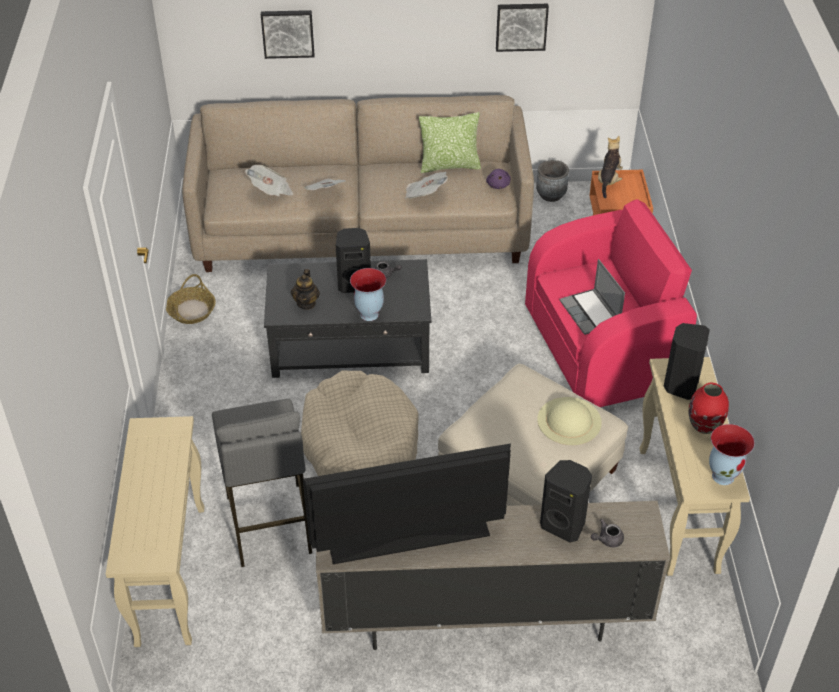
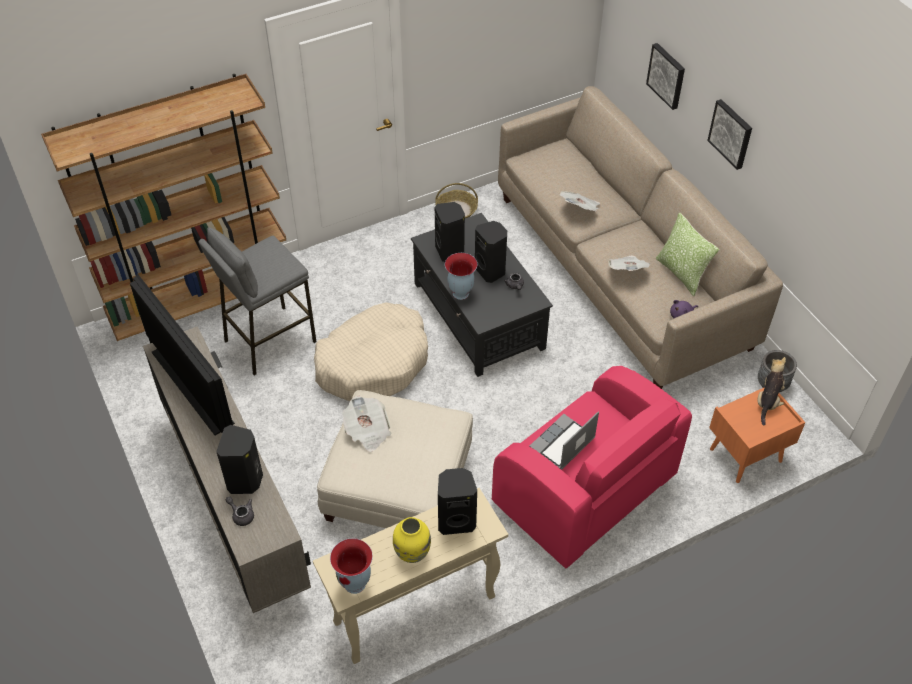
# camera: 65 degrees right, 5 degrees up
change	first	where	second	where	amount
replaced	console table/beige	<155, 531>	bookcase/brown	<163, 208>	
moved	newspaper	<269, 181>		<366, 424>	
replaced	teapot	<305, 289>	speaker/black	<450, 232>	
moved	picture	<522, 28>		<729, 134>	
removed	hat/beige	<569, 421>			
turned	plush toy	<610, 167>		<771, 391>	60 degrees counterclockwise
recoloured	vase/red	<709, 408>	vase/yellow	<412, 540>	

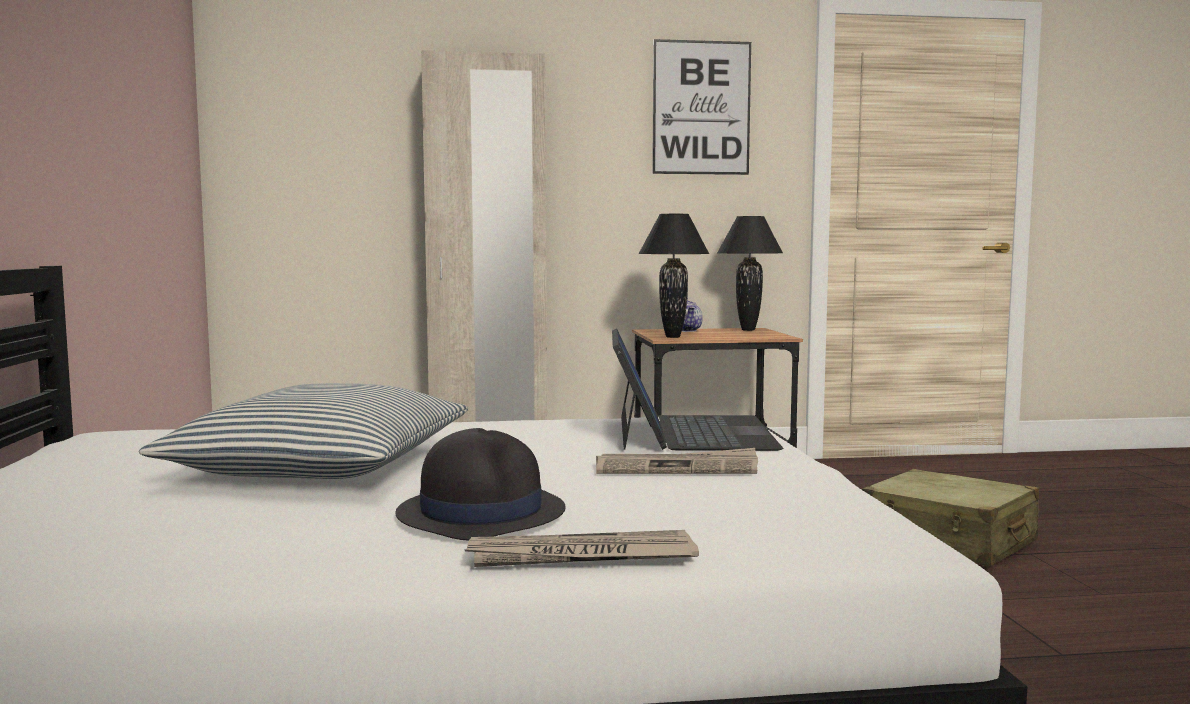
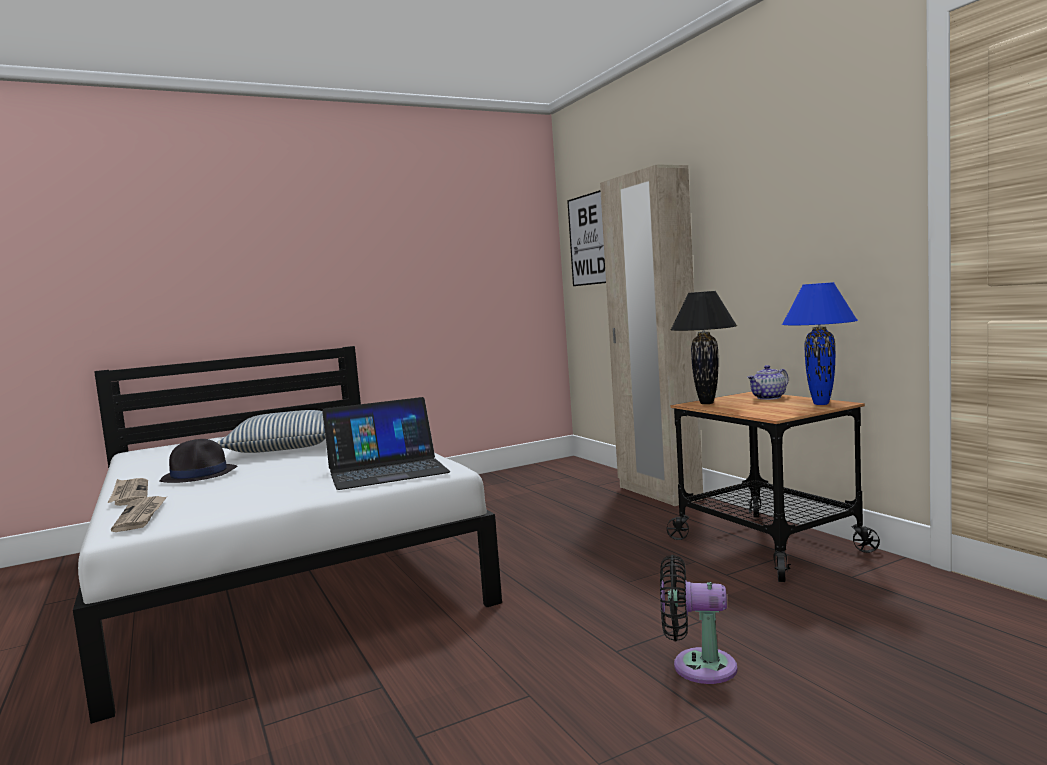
# camera: 70 degrees right, 0 degrees up
change	first	where	second	where	amount
moved	newspaper	<677, 461>		<139, 514>	
moved	picture	<701, 107>		<586, 238>	
recoloured	table lamp/black	<750, 273>	table lamp/blue	<820, 343>	
replaced	suitcase/beige	<950, 517>	fan/black	<698, 619>	

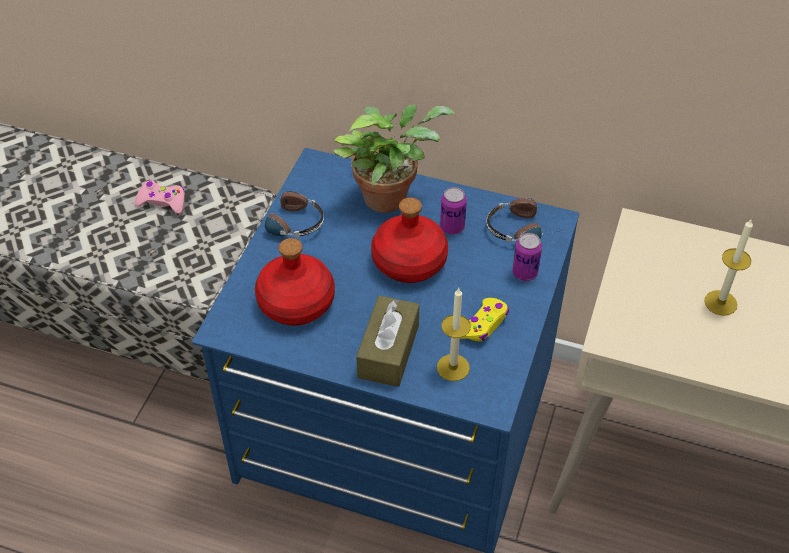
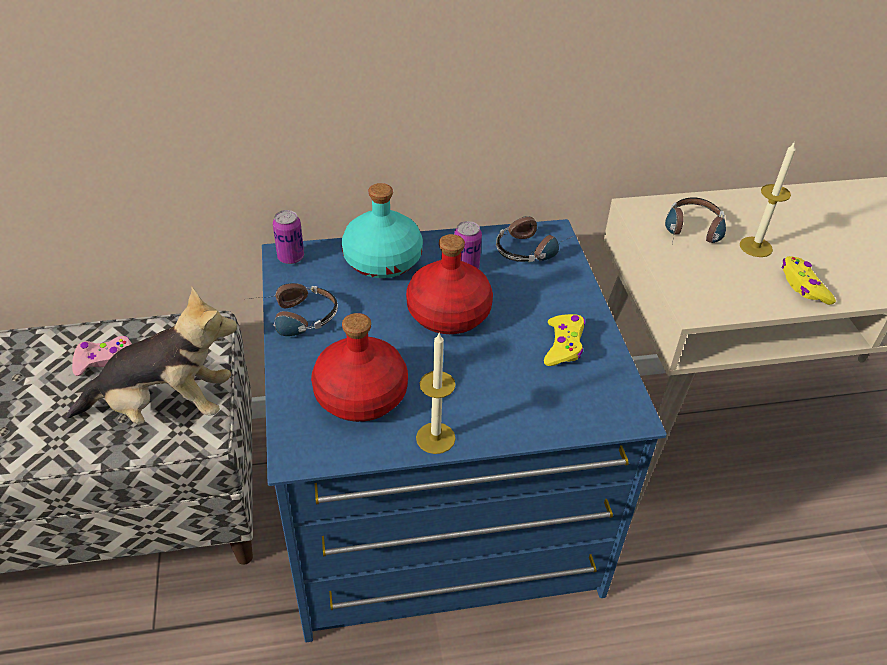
# camera: 30 degrees left, 5 degrees down
change	first	where	second	where	amount
replaced	potted plant	<394, 158>	bottle/turquoise	<382, 230>	
removed	tissue box/brown	<388, 341>			
moved	candle	<454, 334>		<436, 393>	
moved	can	<527, 257>		<288, 237>	
added			plush toy	<152, 356>	
added			headphones	<695, 220>	
added			game controller/yellow	<809, 280>	

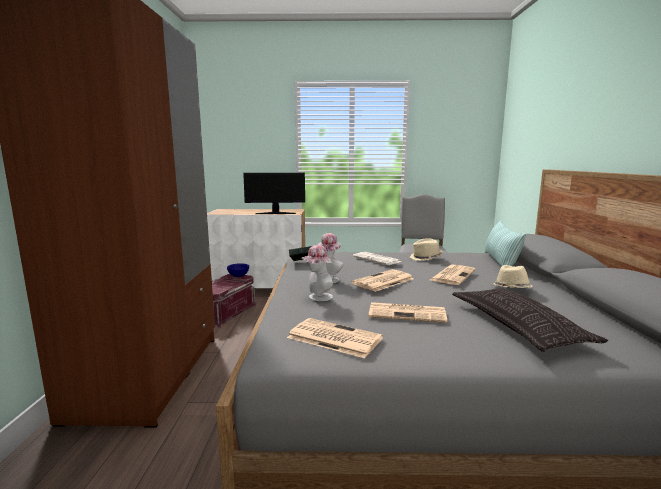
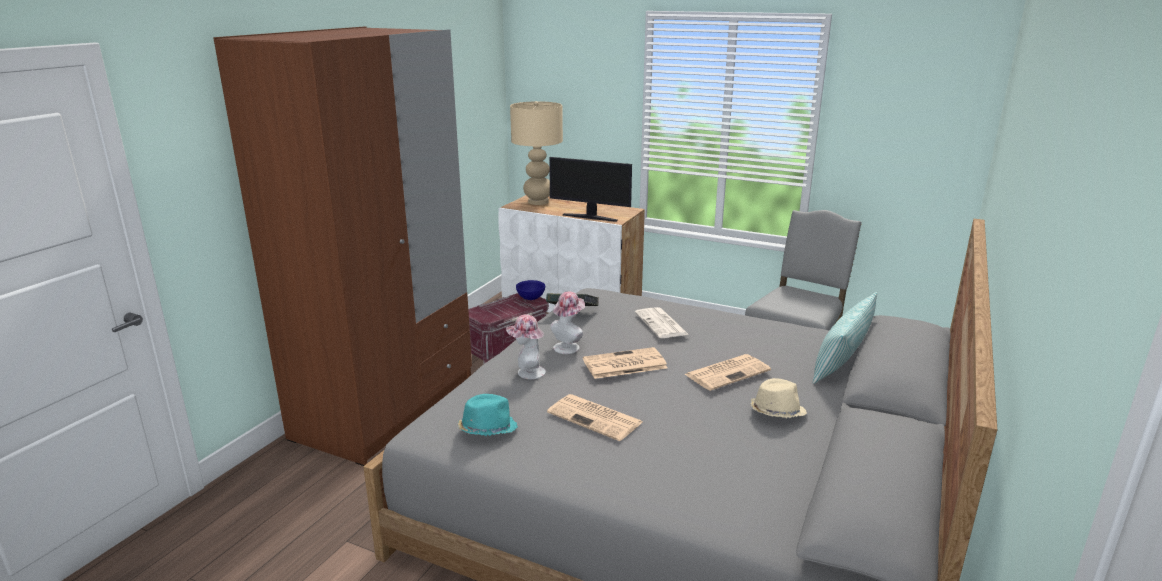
# camera: 25 degrees right, 10 degrees up
change	first	where	second	where	amount
replaced	newspaper	<335, 338>	hat/turquoise	<488, 415>	
removed	hat/beige	<426, 249>			
removed	pillow	<530, 320>			
added			table lamp/beige	<536, 153>	

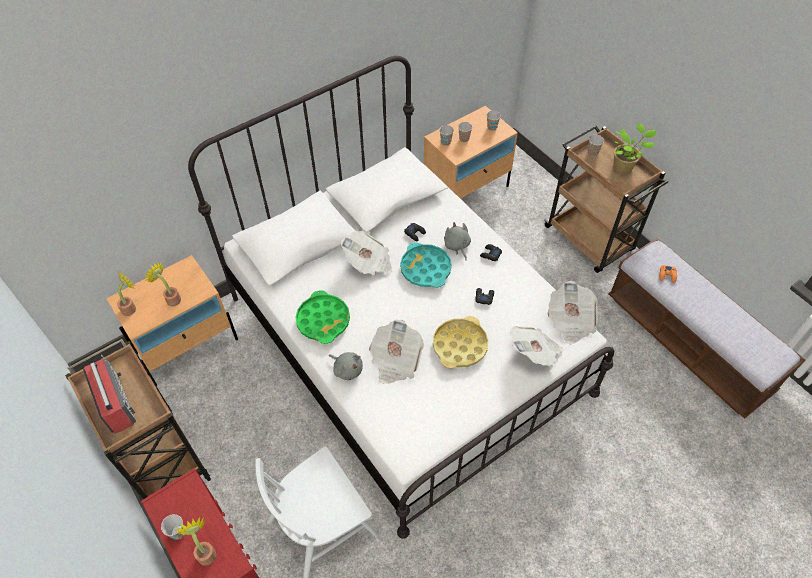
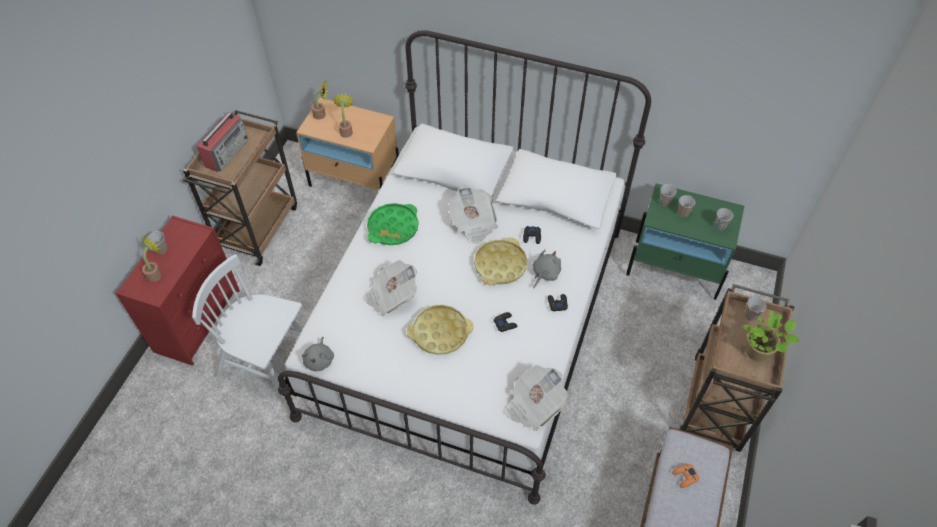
# camera: 55 degrees right, 0 degrees up
change	first	where	second	where	amount
moved	plush toy/grey	<346, 366>		<318, 354>	
recoloured	tray/turquoise	<426, 265>	tray/yellow	<500, 261>	
recoloured	nightstand/beige	<471, 152>	nightstand/green	<685, 241>	
removed	newspaper	<536, 346>			

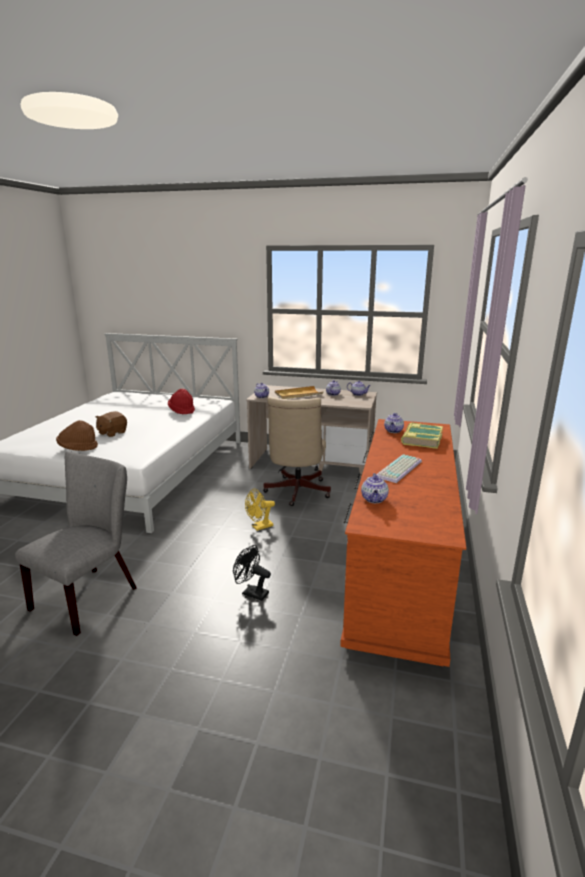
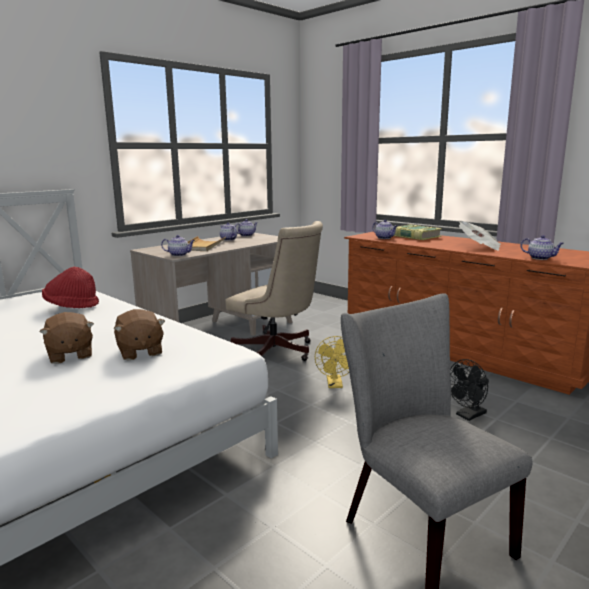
# camera: 60 degrees left, 5 degrees down
change	first	where	second	where	amount
removed	hat/brown	<77, 435>			
replaced	keyboard	<399, 468>	newspaper	<480, 235>	
added			plush toy/brown	<139, 335>	

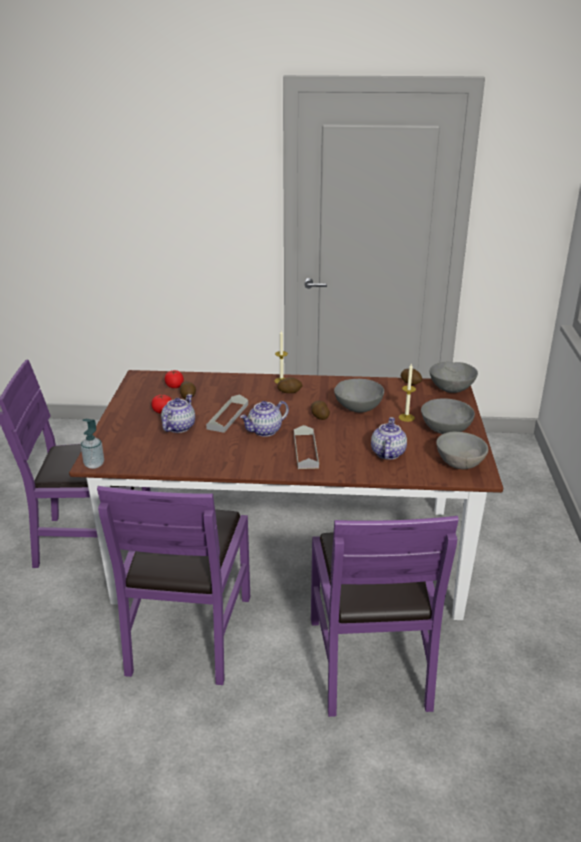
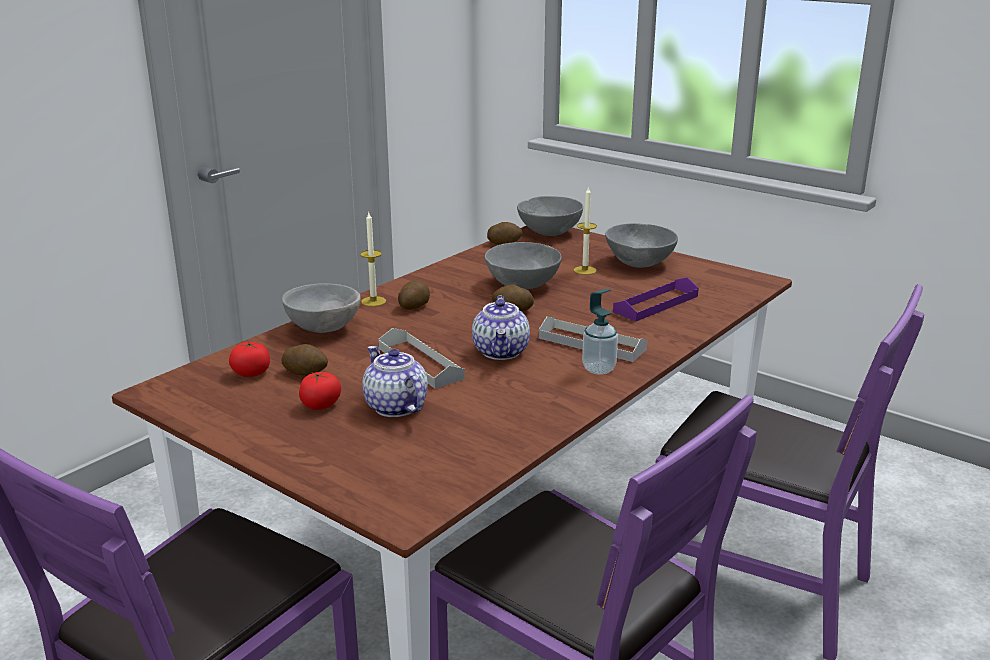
# camera: 55 degrees left, 5 degrees down
change	first	where	second	where	amount
moved	soap dispenser	<92, 444>		<600, 331>	
replaced	teapot	<389, 438>	tray/purple	<656, 299>	
moved	bowl/grey	<462, 450>		<321, 308>	

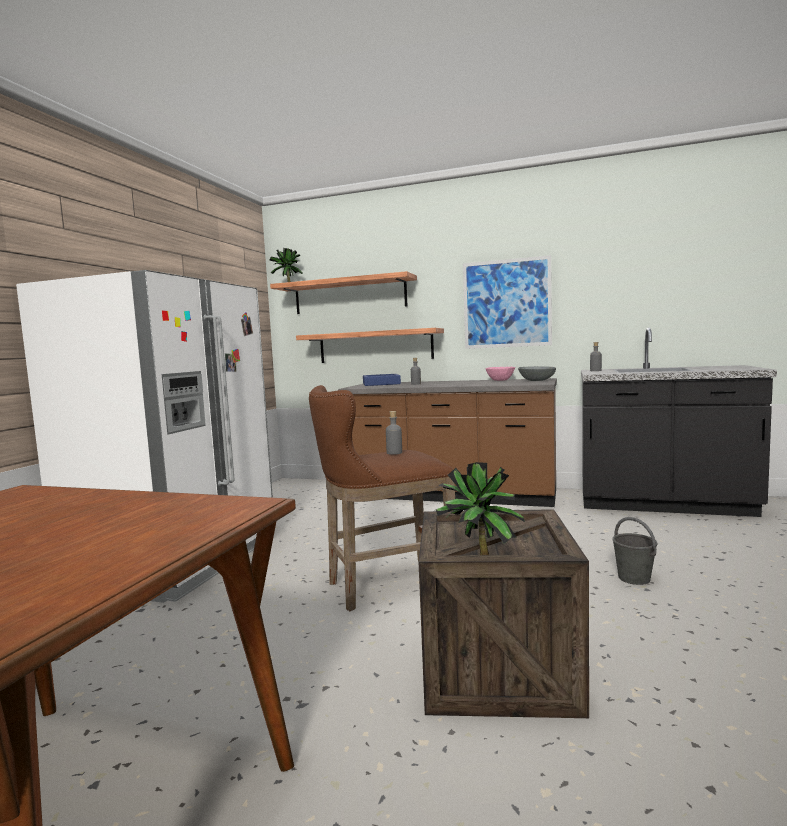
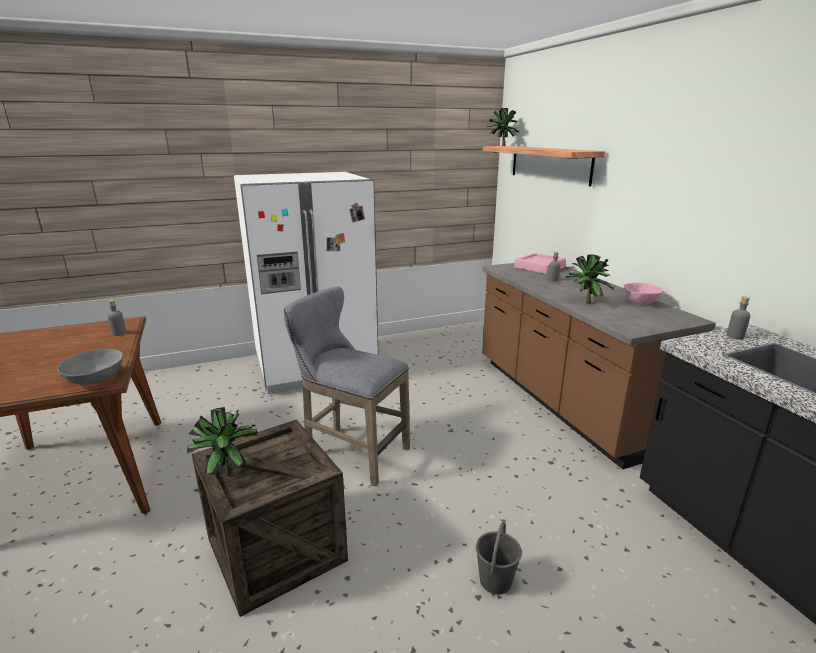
# camera: 50 degrees right, 15 degrees up
change	first	where	second	where	amount
removed	shelf	<370, 345>			
recoloured	stool/brown	<382, 498>	stool/grey	<347, 386>	
recoloured	tray/blue	<382, 380>	tray/pink	<540, 263>	
moved	bottle/grey	<394, 433>		<116, 318>	
removed	picture	<507, 302>			
moved	bowl/grey	<537, 373>		<90, 367>	
added			potted plant	<590, 279>	

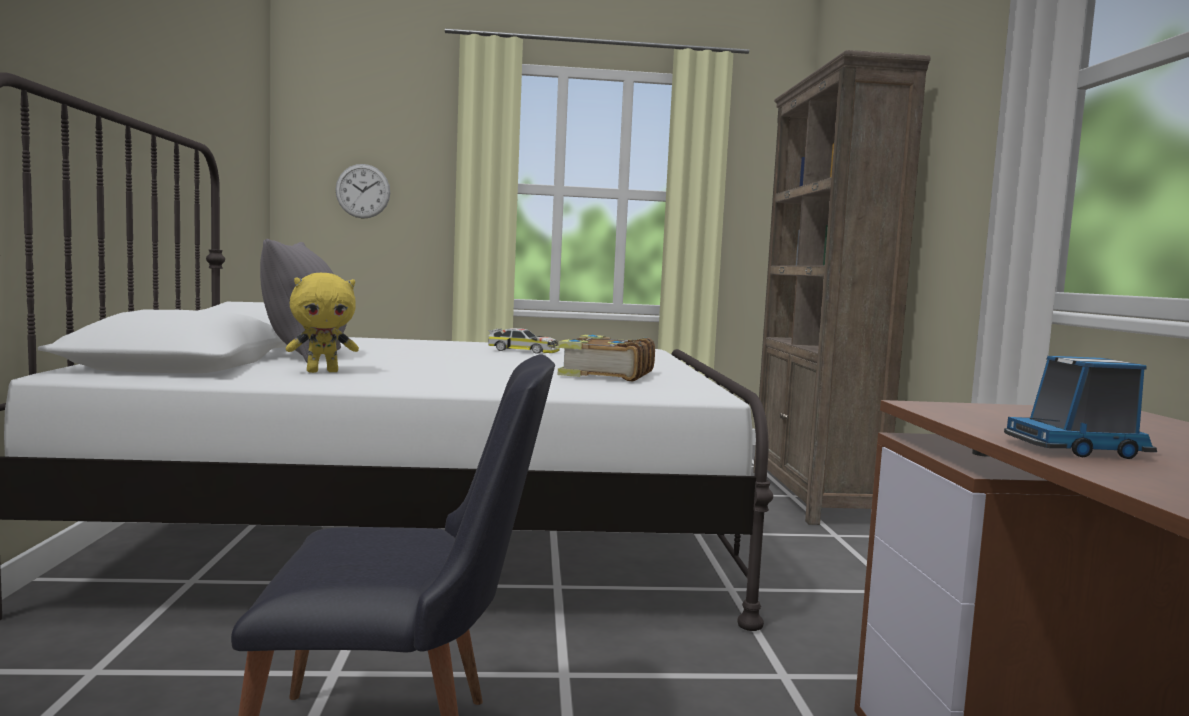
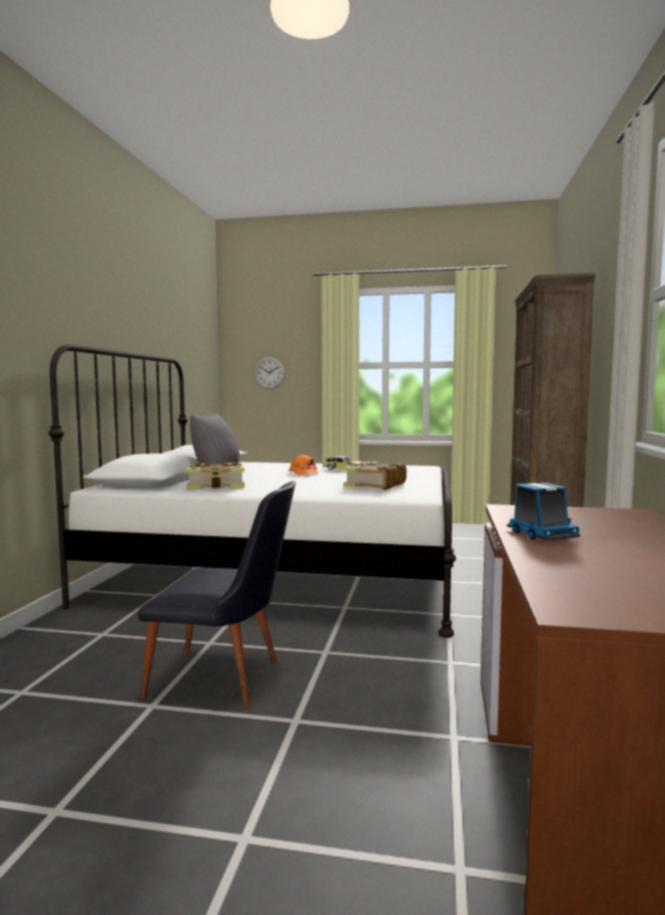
# camera: 15 degrees right, 0 degrees up
change	first	where	second	where	amount
replaced	plush toy/yellow	<322, 323>	book	<215, 475>	
turned	toy truck	<1080, 407>		<543, 511>	120 degrees counterclockwise
added			cap/orange	<304, 464>	

